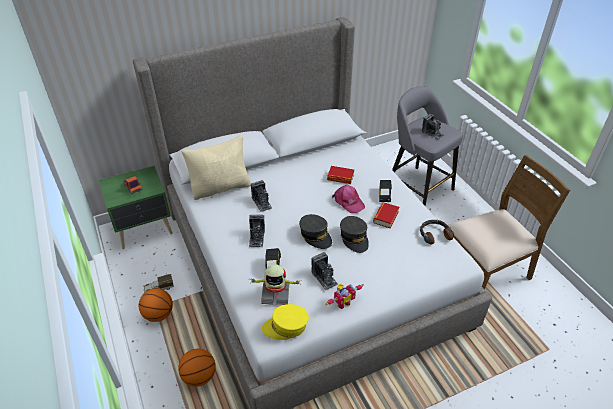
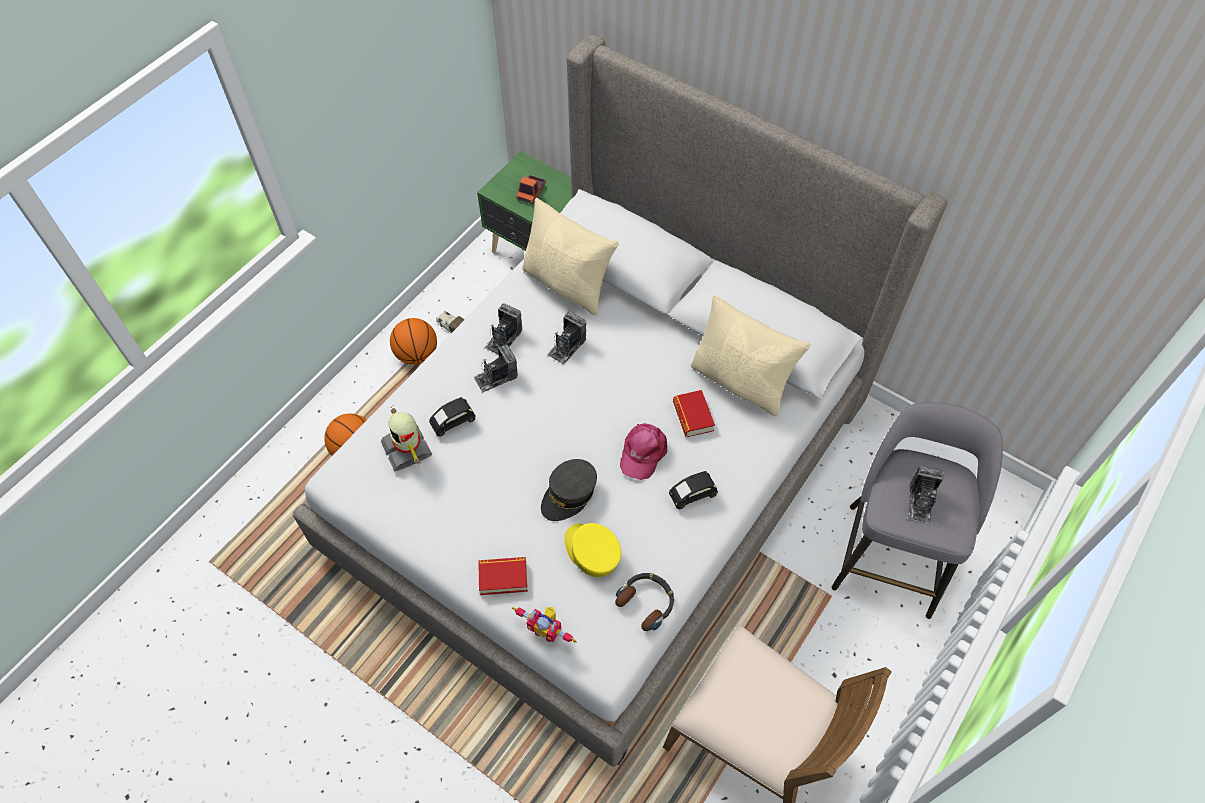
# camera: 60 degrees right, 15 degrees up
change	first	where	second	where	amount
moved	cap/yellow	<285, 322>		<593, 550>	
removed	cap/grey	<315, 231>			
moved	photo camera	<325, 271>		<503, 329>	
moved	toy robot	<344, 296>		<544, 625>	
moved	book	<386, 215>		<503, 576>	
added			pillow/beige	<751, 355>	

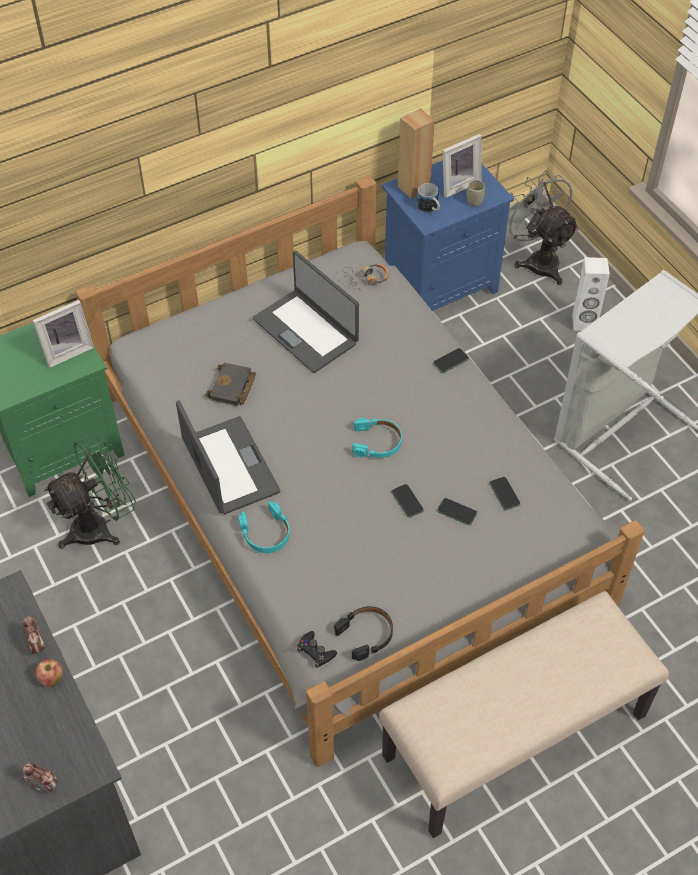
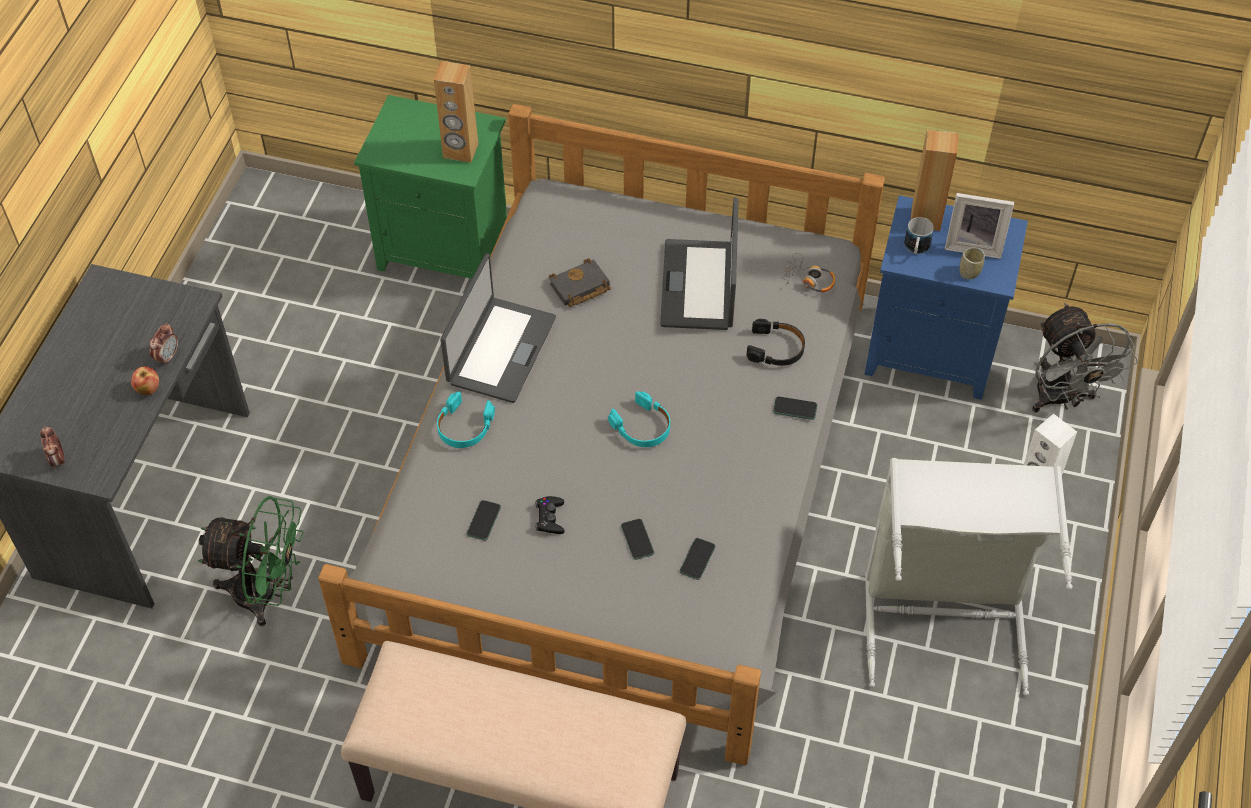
# camera: 45 degrees right, 0 degrees up
change	first	where	second	where	amount
replaced	picture frame	<63, 334>	speaker/brown	<456, 112>	
moved	fan/green	<90, 491>		<251, 561>	
moved	game controller/black	<317, 649>		<550, 515>	
moved	headphones/black	<363, 633>		<775, 342>	
moved	phone	<407, 501>		<484, 520>	
turned	fan/grey	<542, 227>		<1085, 358>	150 degrees clockwise

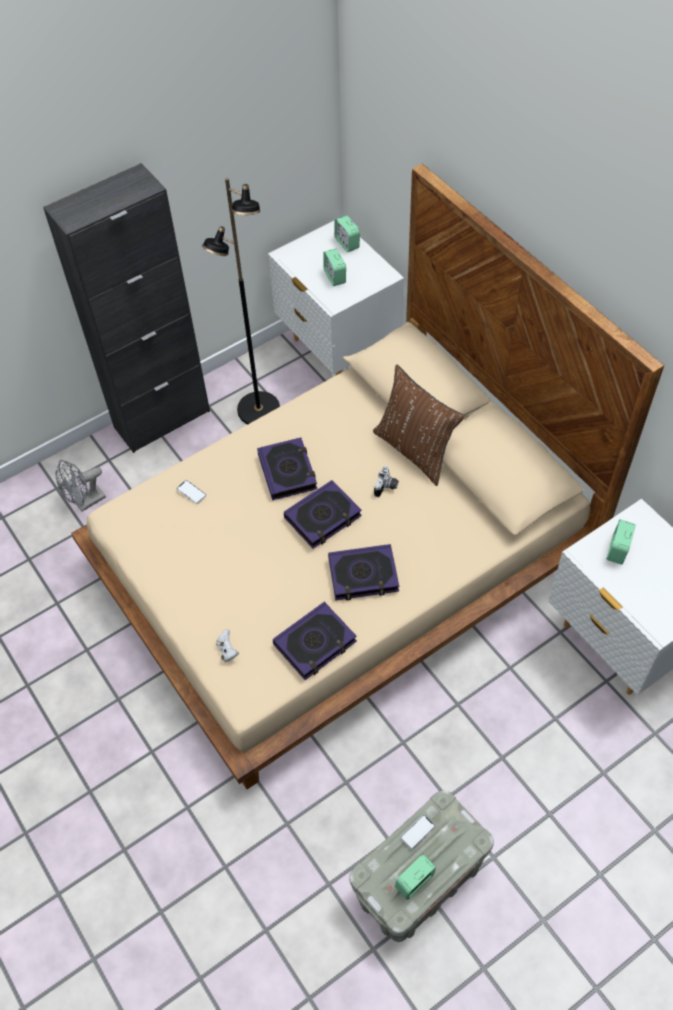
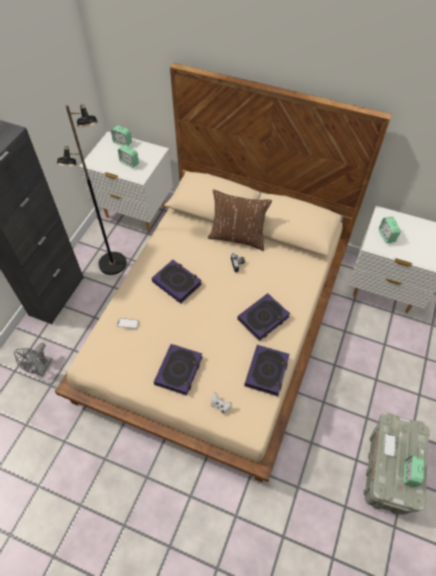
# camera: 35 degrees left, 0 degrees up
change	first	where	second	where	amount
moved	book	<323, 514>		<178, 370>	

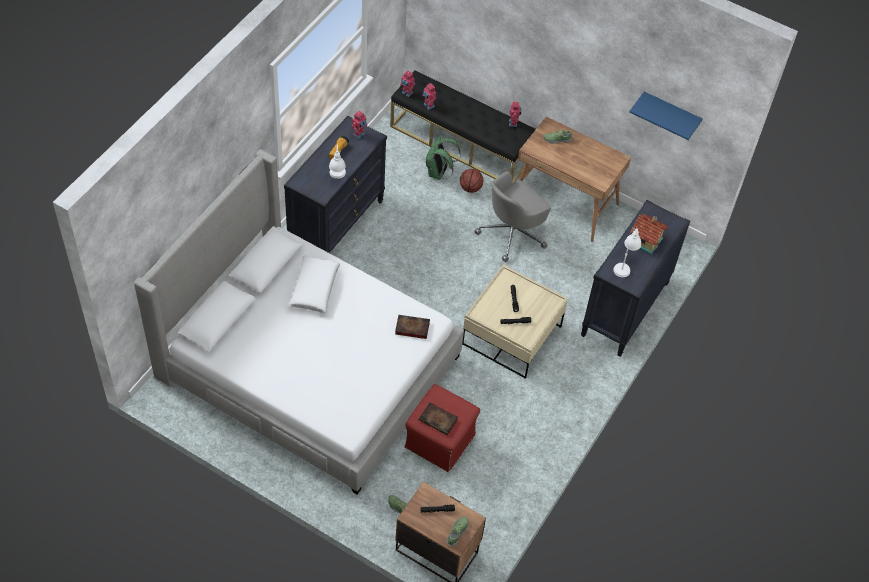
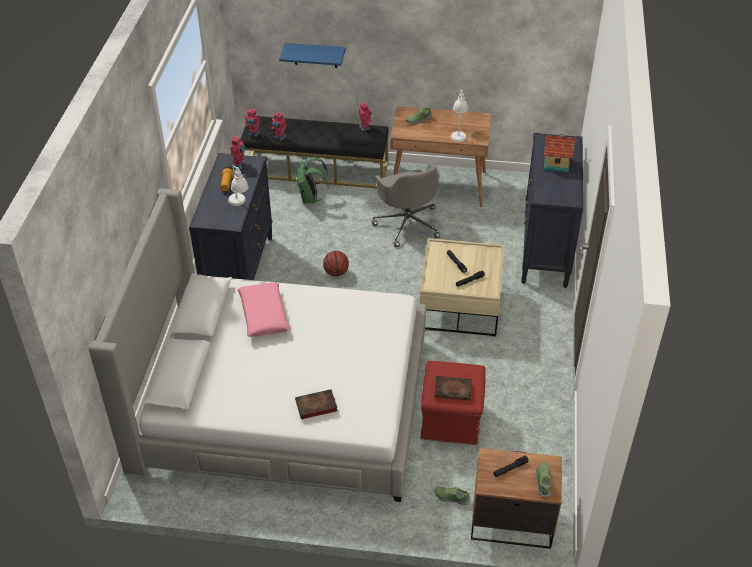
# camera: 20 degrees left, 10 degrees down
change	first	where	second	where	amount
recoloured	pillow/white	<314, 284>	pillow/pink	<264, 309>	
moved	book	<412, 327>		<316, 404>	
moved	basketball	<471, 181>		<336, 264>	
turned	office chair/grey	<512, 216>		<406, 205>	45 degrees counterclockwise
moved	table lamp/white	<627, 252>		<459, 116>	
moved	shelf/blue	<665, 116>		<312, 55>	

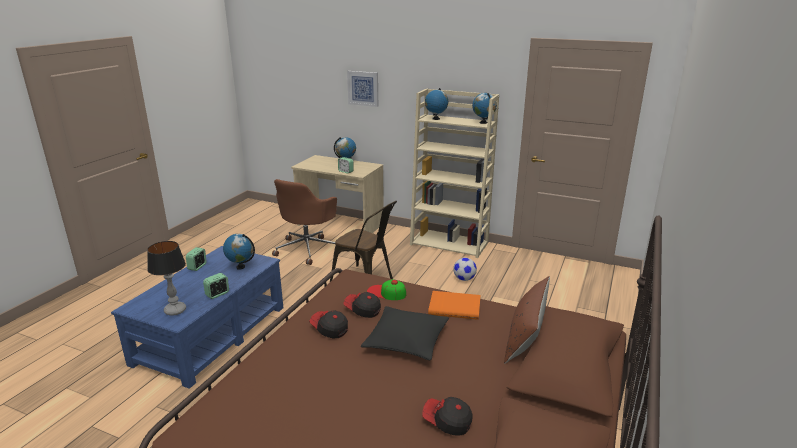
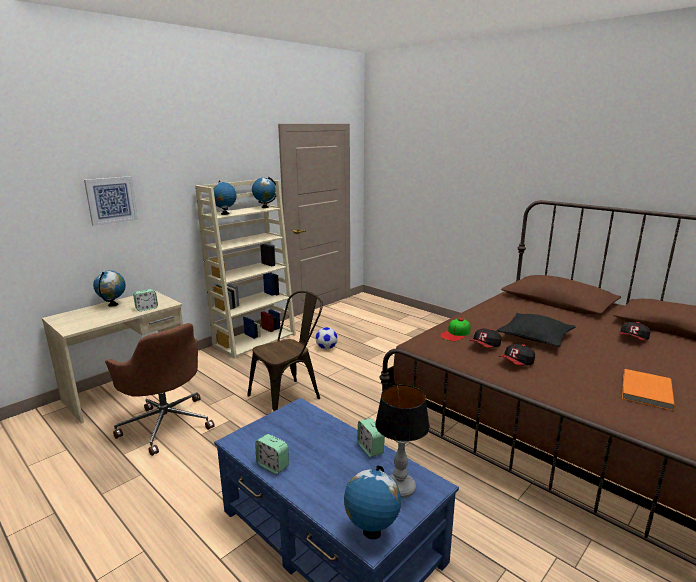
# camera: 70 degrees left, 5 degrees down
change	first	where	second	where	amount
moved	globe	<239, 252>		<372, 502>	
moved	book/orange	<454, 305>		<648, 389>	
removed	pillow/brown	<527, 320>			

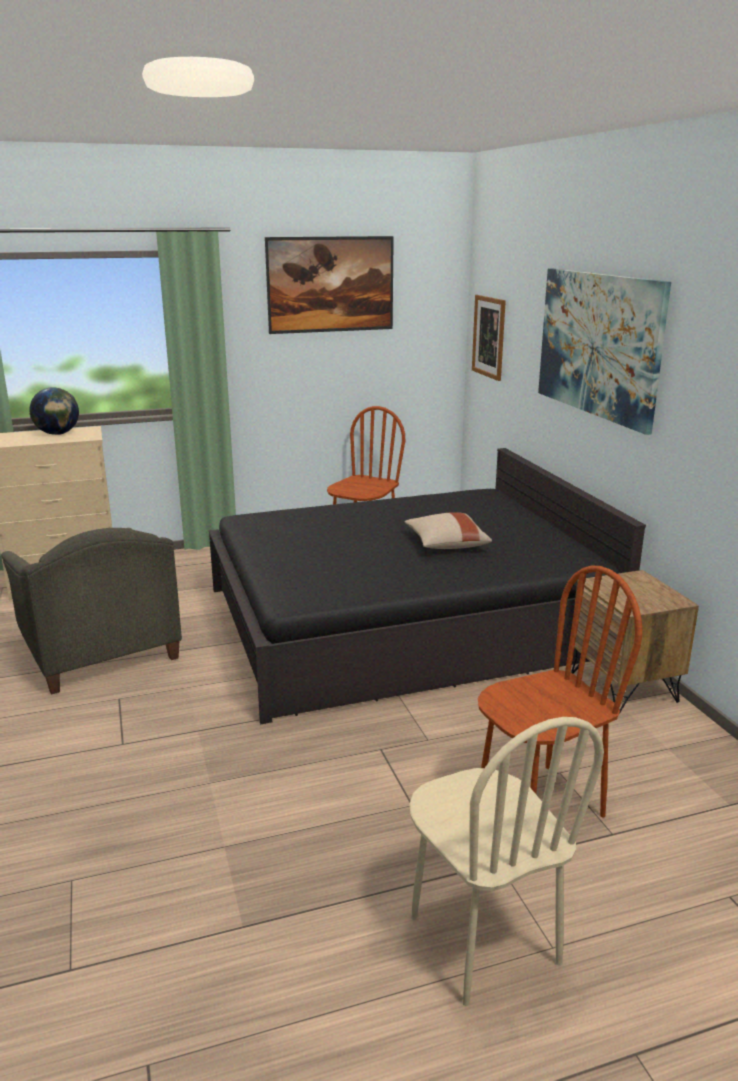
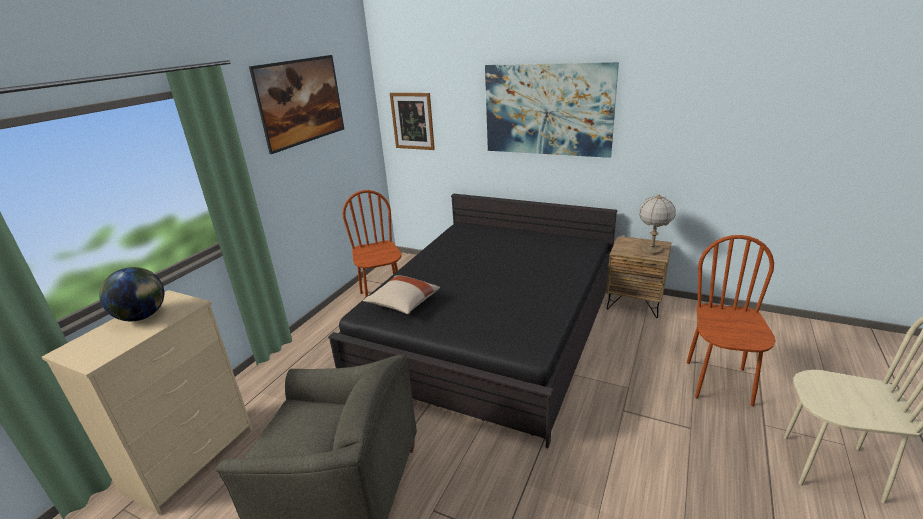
# camera: 45 degrees left, 5 degrees up
change	first	where	second	where	amount
moved	pillow/beige	<448, 530>		<401, 294>	
added			table lamp	<657, 224>	

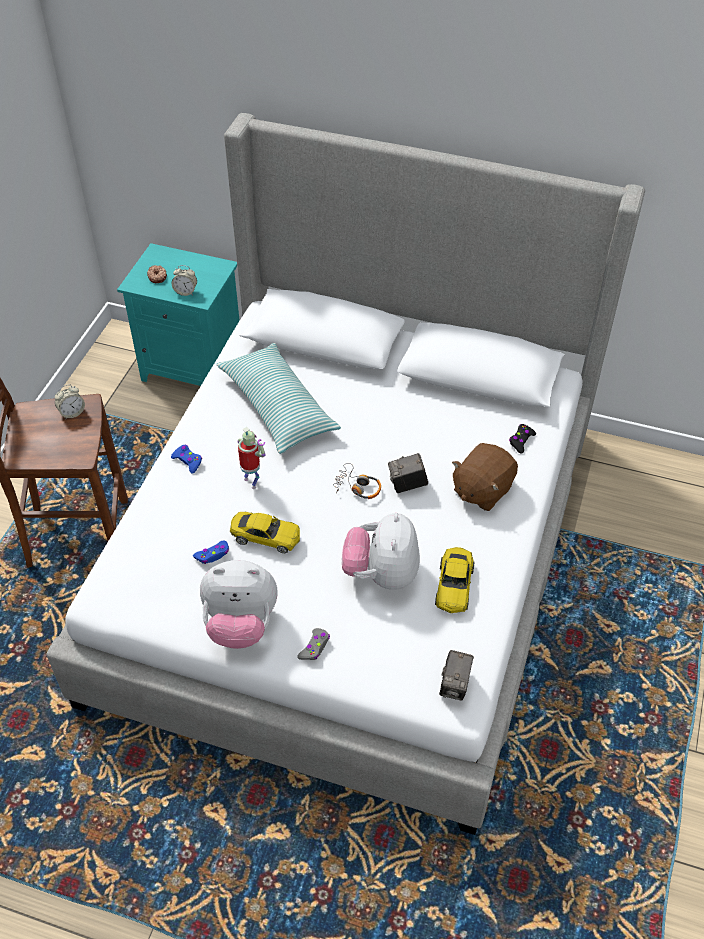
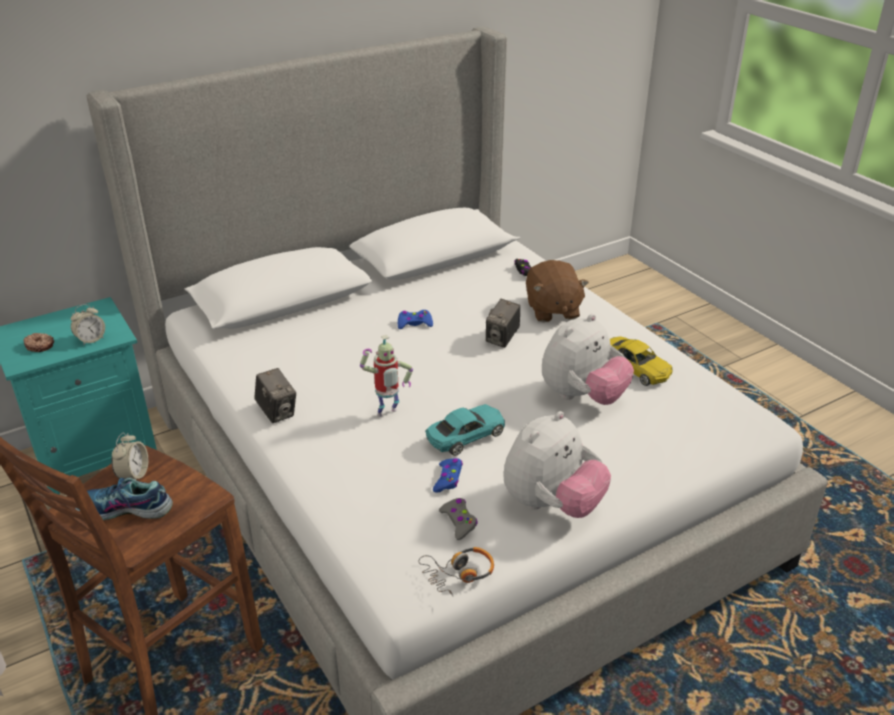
# camera: 50 degrees left, 15 degrees down
change	first	where	second	where	amount
moved	game controller/blue	<186, 459>		<415, 319>	
removed	pillow	<279, 398>			
recoloured	toy car/yellow	<265, 532>	toy car/turquoise	<465, 430>	
turned	toy robot	<251, 458>		<386, 376>	150 degrees clockwise
moved	game controller/grey	<313, 644>		<458, 519>	
moved	headphones	<357, 481>		<456, 571>	
turned	plush toy	<381, 551>		<588, 359>	90 degrees counterclockwise
moved	photo camera	<456, 675>		<275, 395>	
added			shoe	<124, 499>	

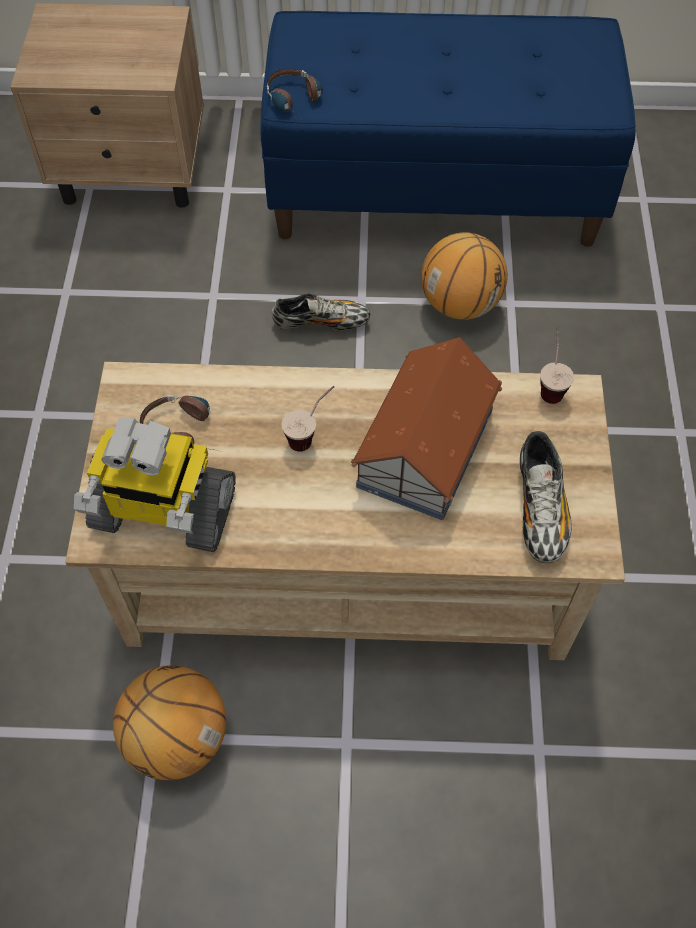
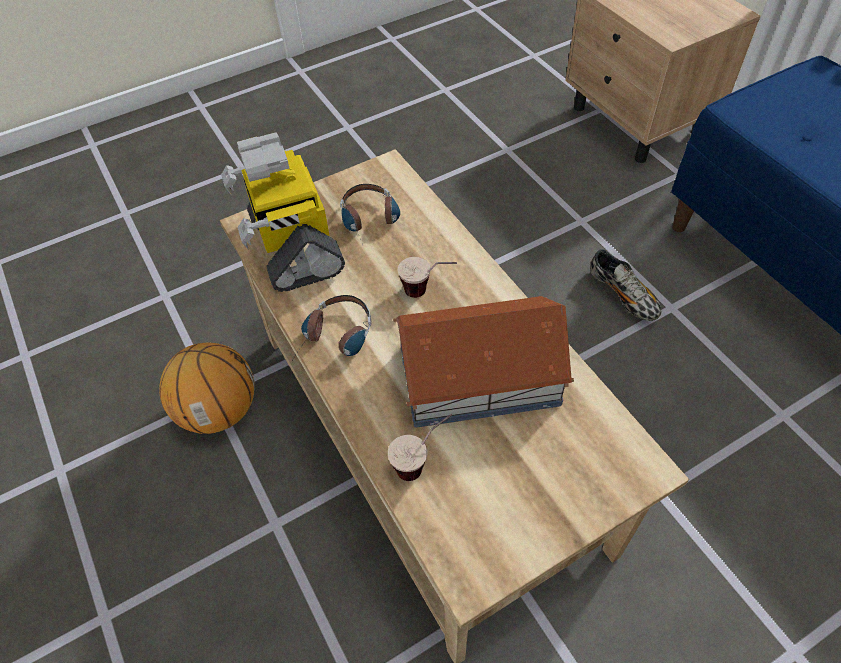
# camera: 60 degrees right, 5 degrees down
change	first	where	second	where	amount
moved	headphones	<295, 93>		<331, 328>	
removed	basketball	<464, 276>			
removed	shoe	<546, 497>			
moved	cup	<557, 365>		<420, 447>	

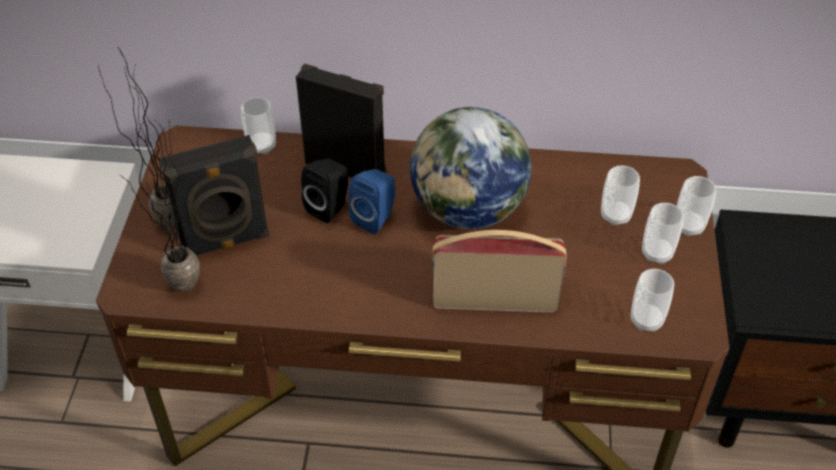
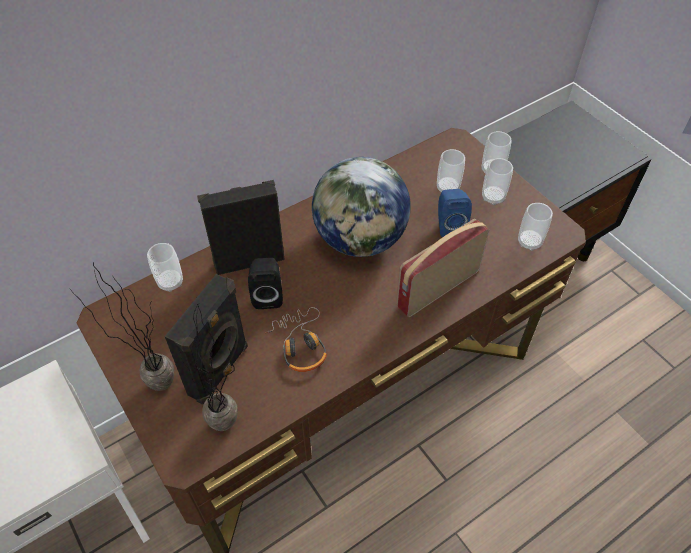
# camera: 40 degrees left, 5 degrees up
change	first	where	second	where	amount
moved	speaker/blue	<372, 201>		<455, 213>	
added			headphones	<296, 339>	

